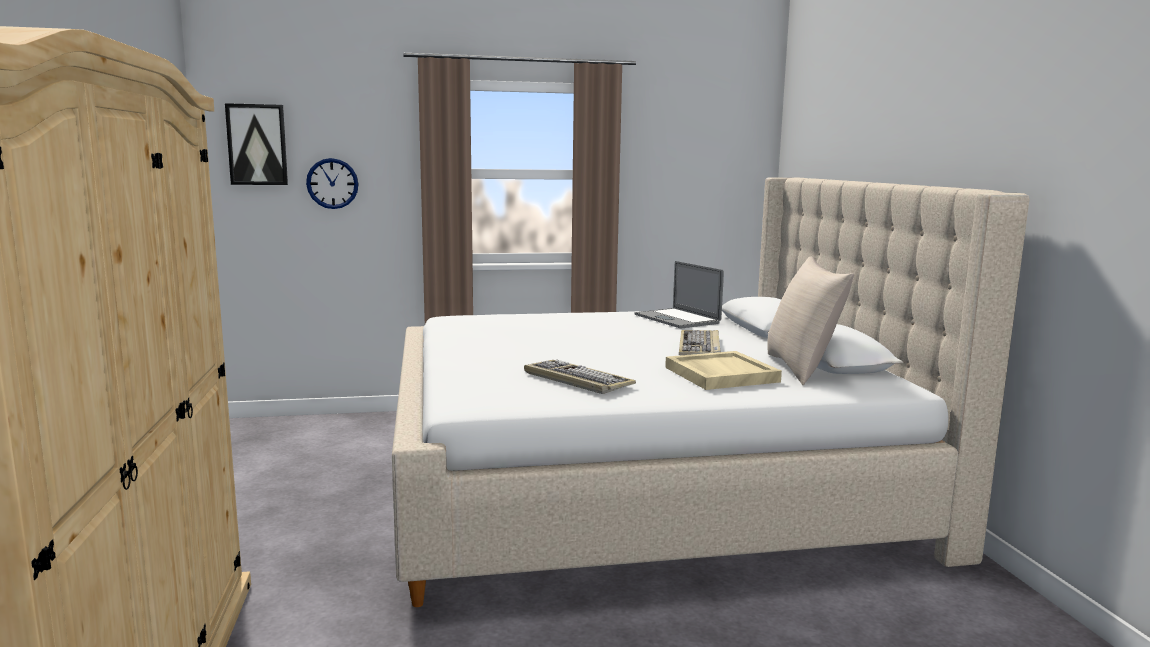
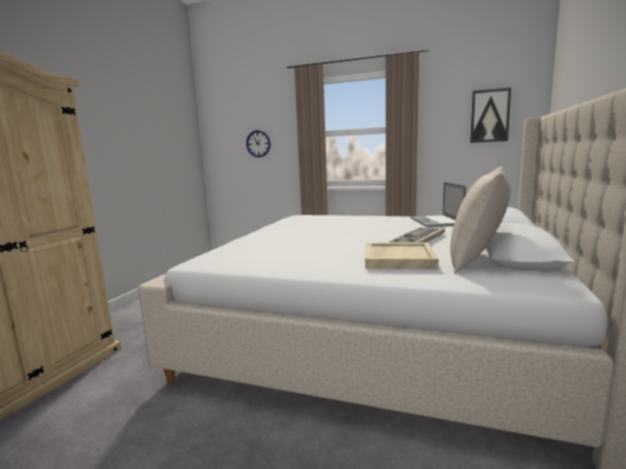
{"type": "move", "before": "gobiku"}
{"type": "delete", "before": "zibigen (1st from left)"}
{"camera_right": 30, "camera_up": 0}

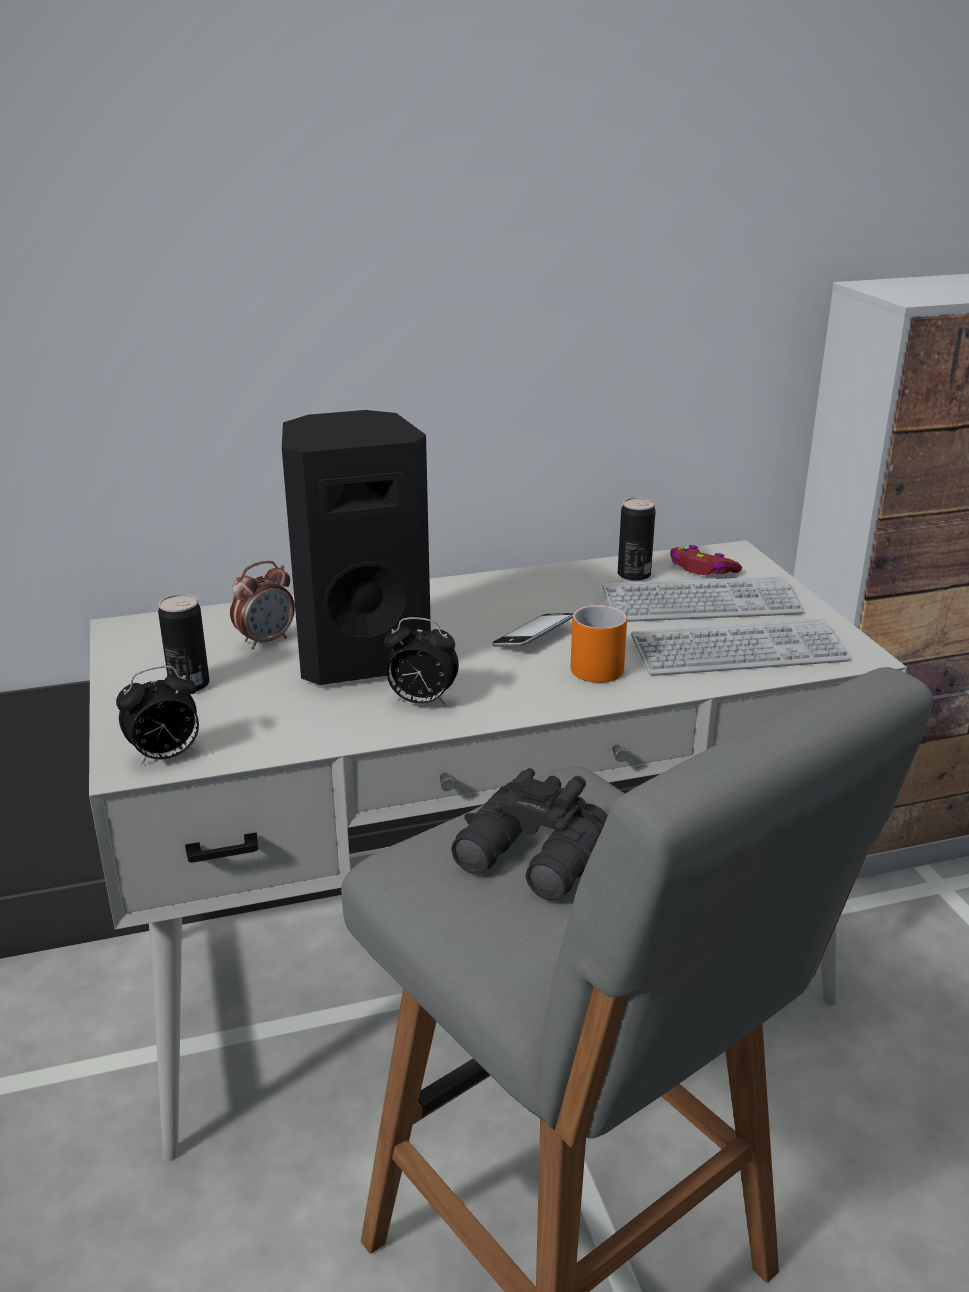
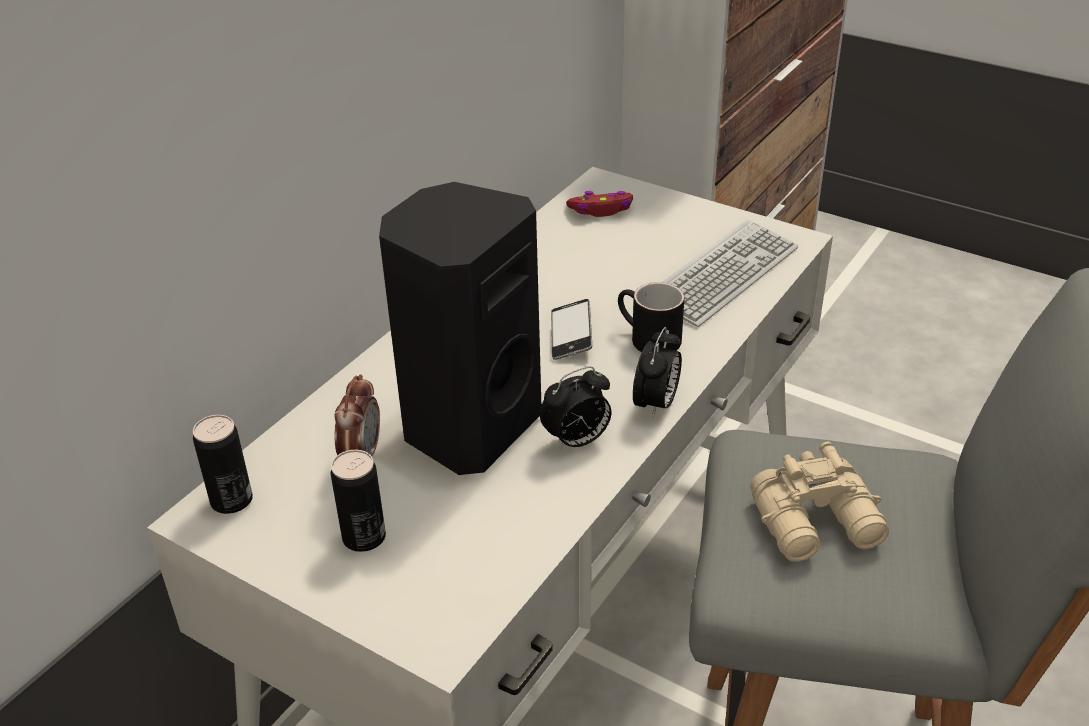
{"type": "move", "before": "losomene (2nd from left in the first image)", "after": "losomene (1st from left)"}
{"type": "recolor", "before": "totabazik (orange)", "after": "totabazik (black)"}
{"type": "move", "before": "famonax (1st from left in the first image)", "after": "famonax (3rd from left)"}
{"type": "recolor", "before": "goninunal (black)", "after": "goninunal (beige)"}
{"type": "delete", "before": "zibigen (1st from left)"}
{"camera_right": -40, "camera_up": 10}

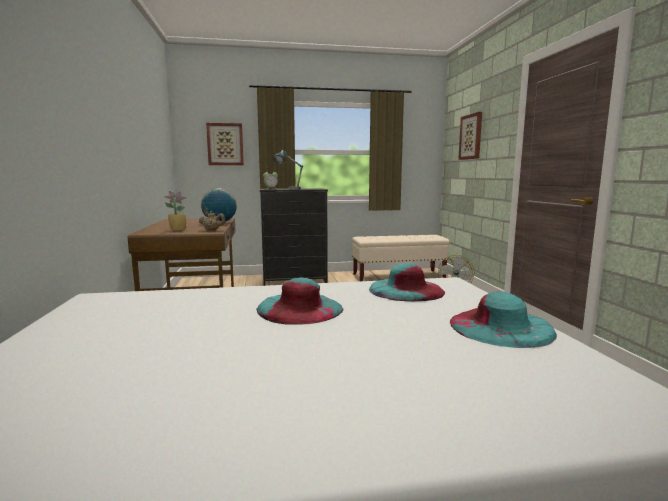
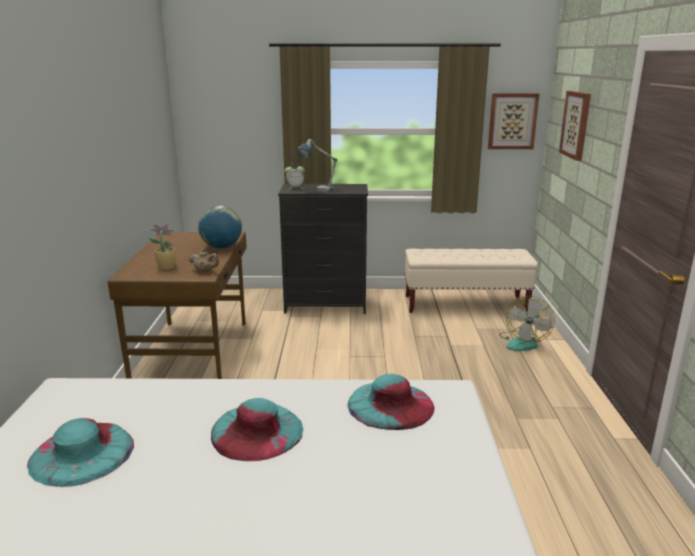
{"type": "move", "before": "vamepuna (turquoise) (3rd from left in the first image)", "after": "vamepuna (turquoise) (1st from left)"}
{"type": "move", "before": "gobiku (1st from left)"}
{"camera_right": 10, "camera_up": 10}

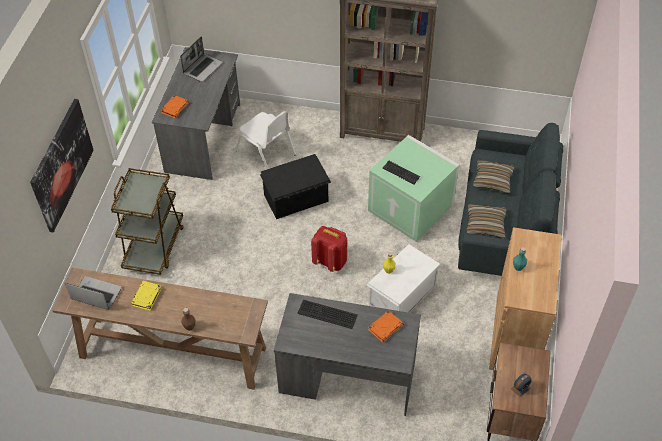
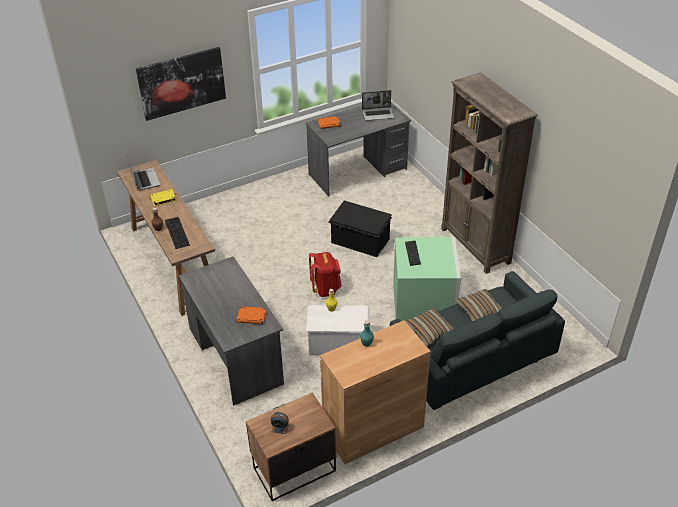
{"type": "move", "before": "zibigen (1st from left)"}
{"type": "delete", "before": "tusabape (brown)"}
{"type": "delete", "before": "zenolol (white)"}
{"camera_right": 50, "camera_up": -10}

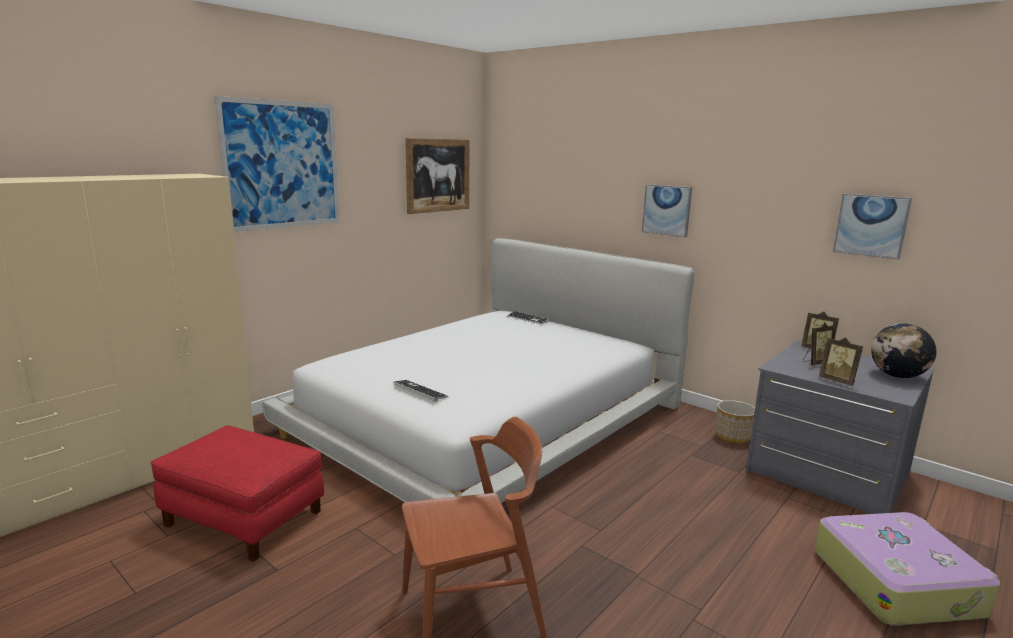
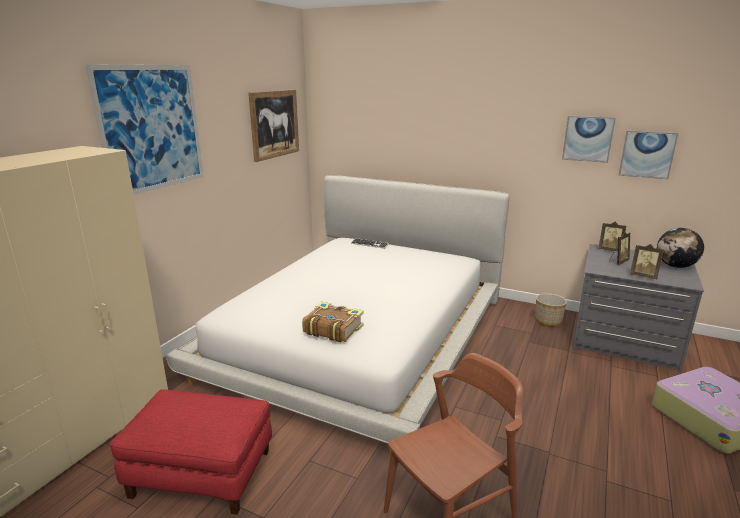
{"type": "replace", "before": "zibigen (1st from left)", "after": "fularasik"}
{"type": "move", "before": "gobiku (3rd from left)"}
{"camera_right": -15, "camera_up": 5}

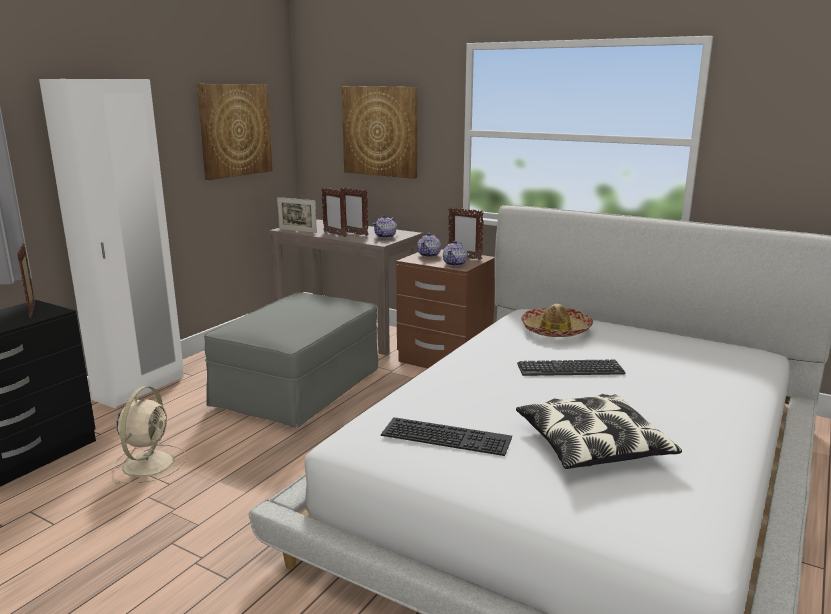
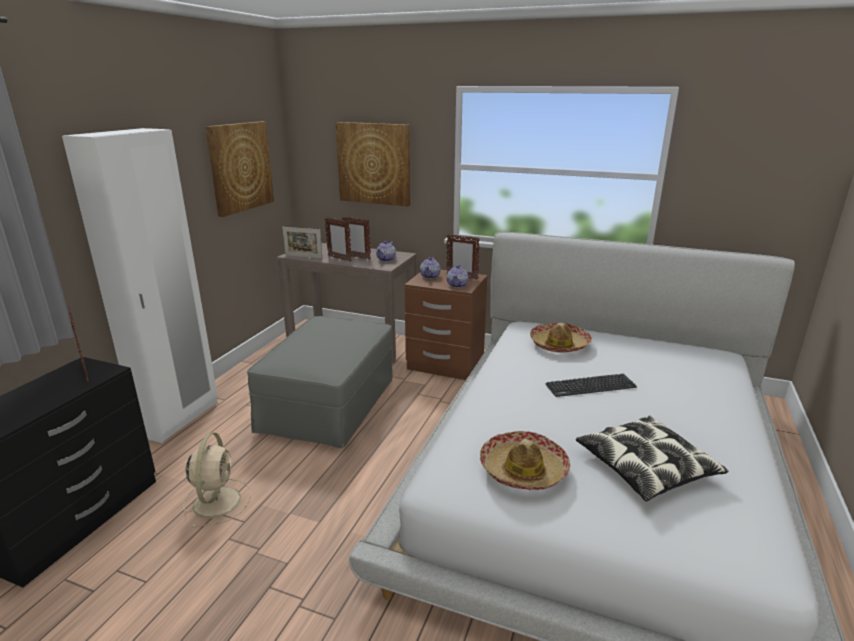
{"type": "replace", "before": "zibigen (1st from left)", "after": "vamepuna (1st from left)"}
{"camera_right": -10, "camera_up": 5}

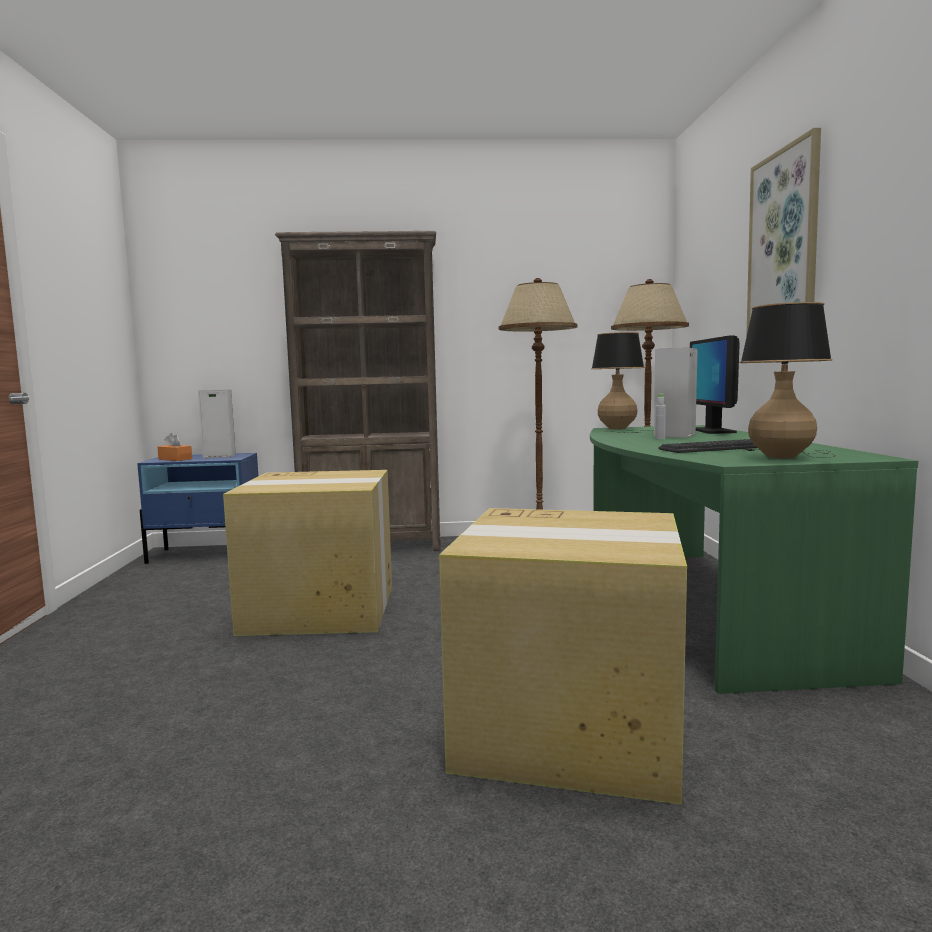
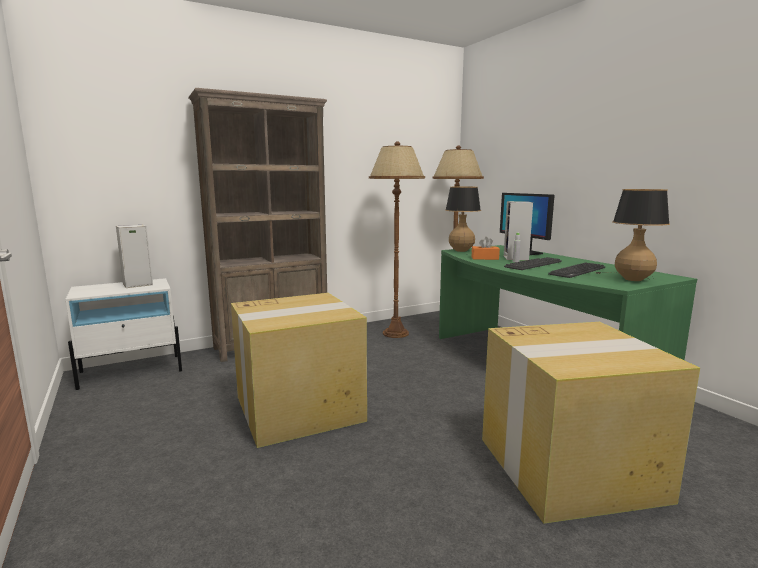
{"type": "recolor", "before": "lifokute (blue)", "after": "lifokute (white)"}
{"type": "move", "before": "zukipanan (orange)"}
{"type": "insert", "after": "zibigen (1st from left)"}
{"type": "delete", "before": "gobiku"}
{"camera_right": -25, "camera_up": 5}

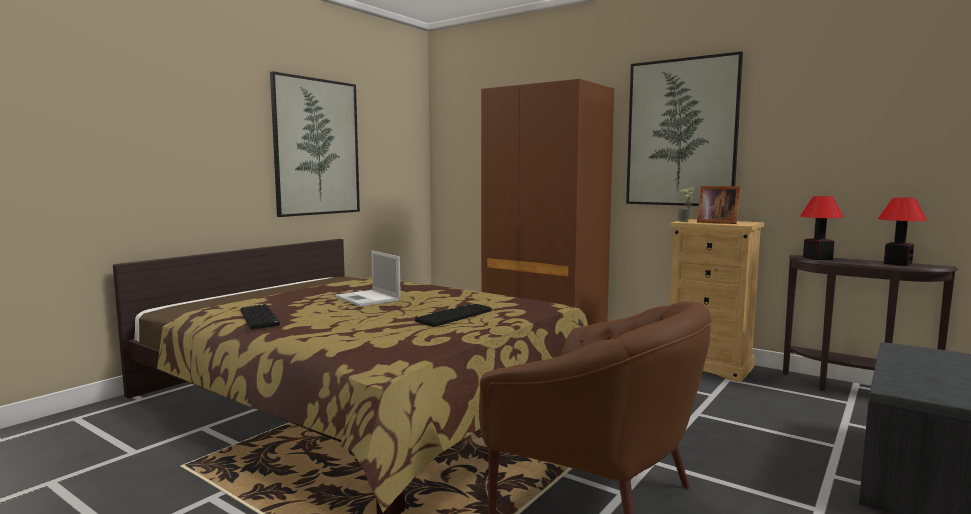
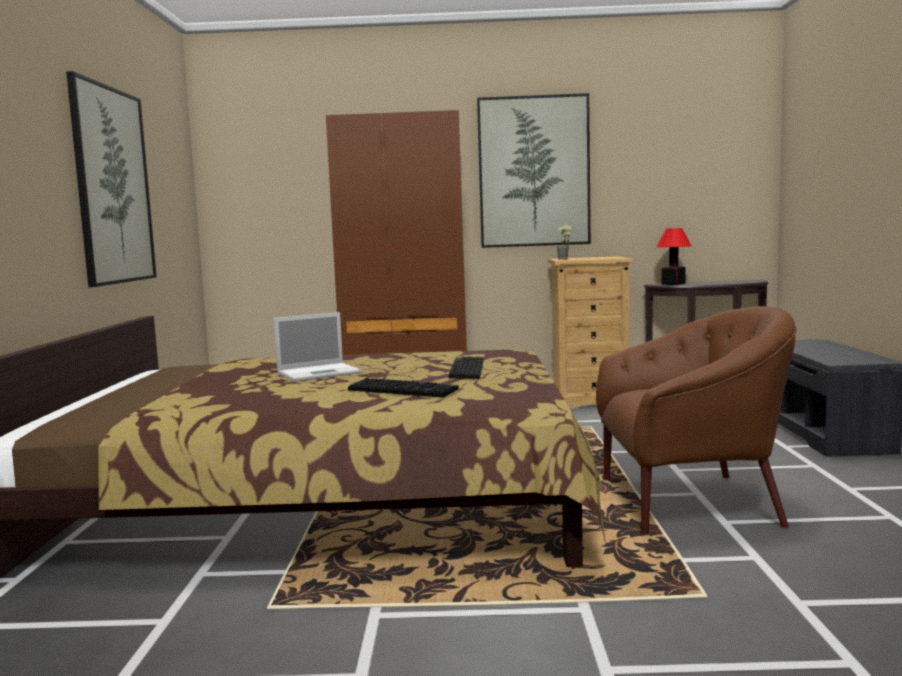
{"type": "rotate", "before": "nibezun", "turn": -45}
{"type": "move", "before": "zibigen (1st from left)"}
{"type": "delete", "before": "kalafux"}
{"type": "delete", "before": "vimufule (2nd from left)"}
{"camera_right": -35, "camera_up": 0}

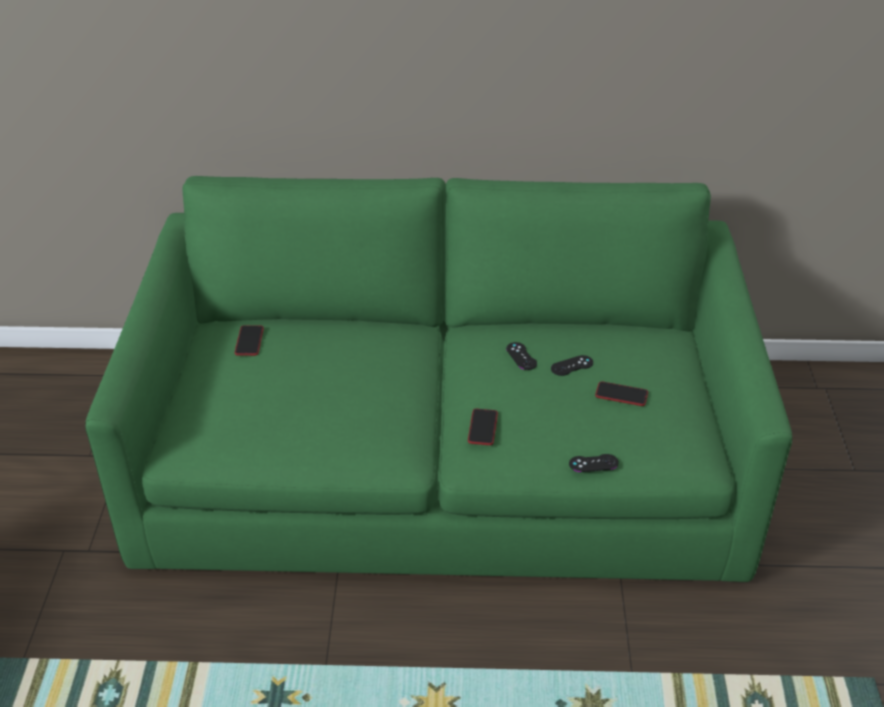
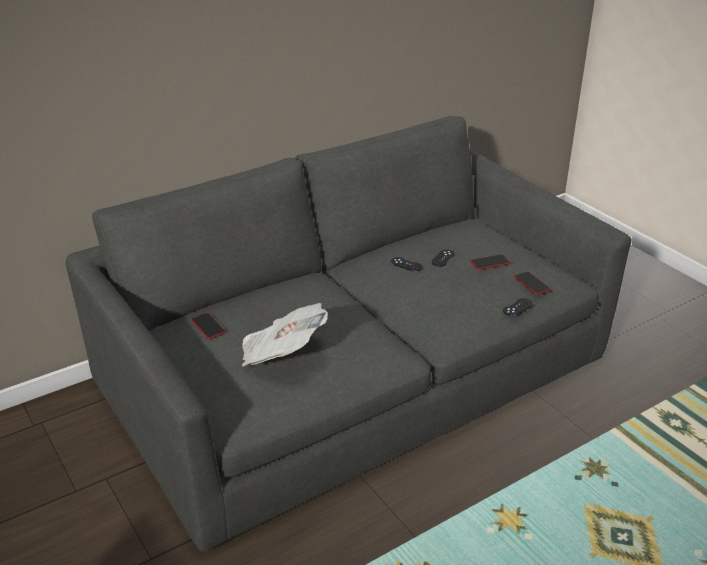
{"type": "recolor", "before": "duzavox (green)", "after": "duzavox (grey)"}
{"type": "insert", "after": "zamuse"}
{"type": "move", "before": "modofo (2nd from left in the first image)", "after": "modofo (3rd from left)"}
{"camera_right": -35, "camera_up": -5}

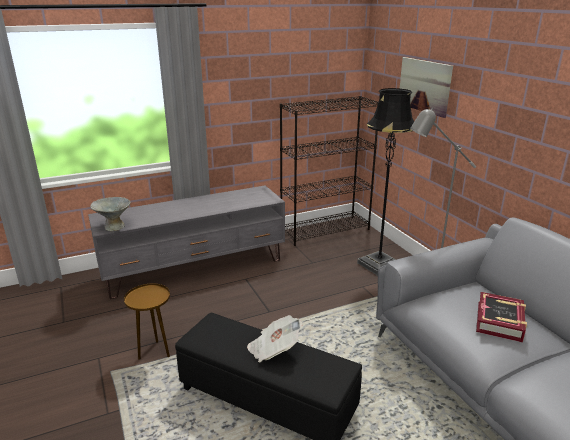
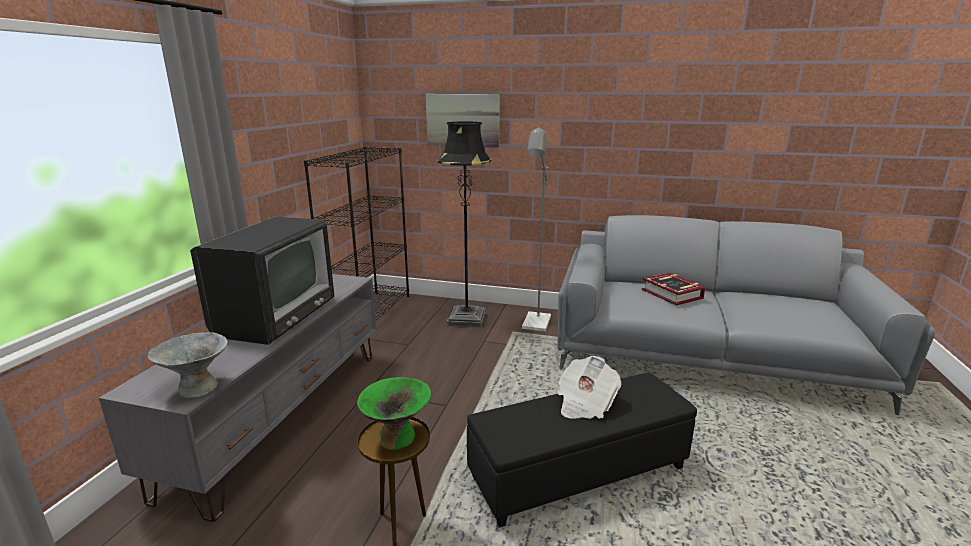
{"type": "insert", "after": "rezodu"}
{"type": "insert", "after": "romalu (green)"}
{"camera_right": -50, "camera_up": -5}

